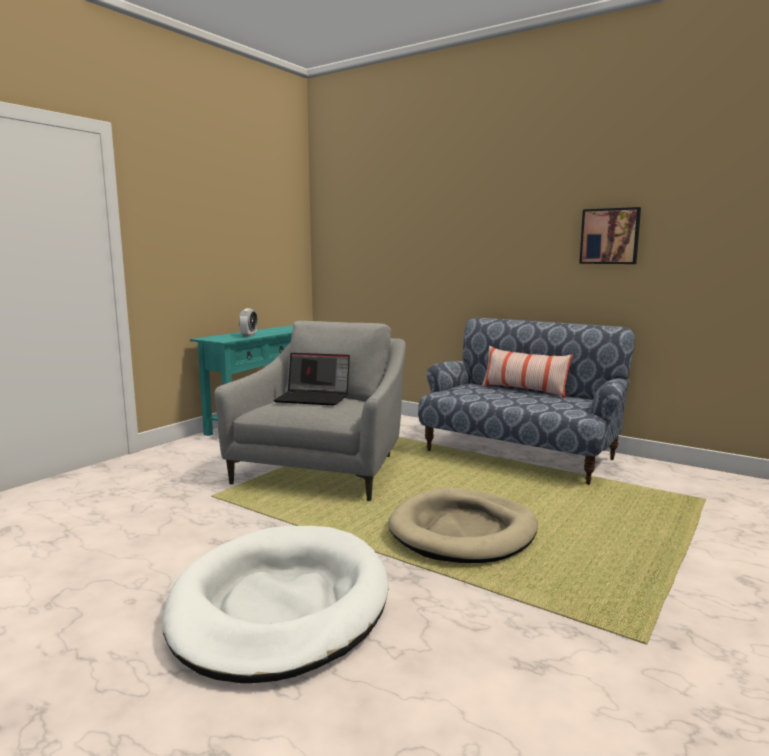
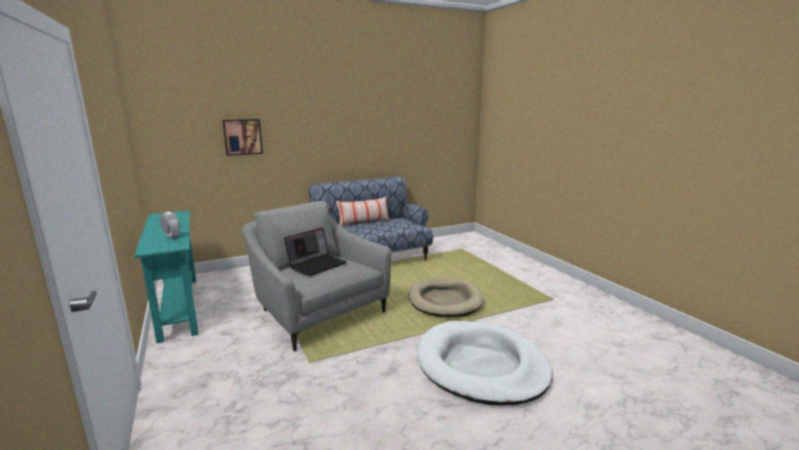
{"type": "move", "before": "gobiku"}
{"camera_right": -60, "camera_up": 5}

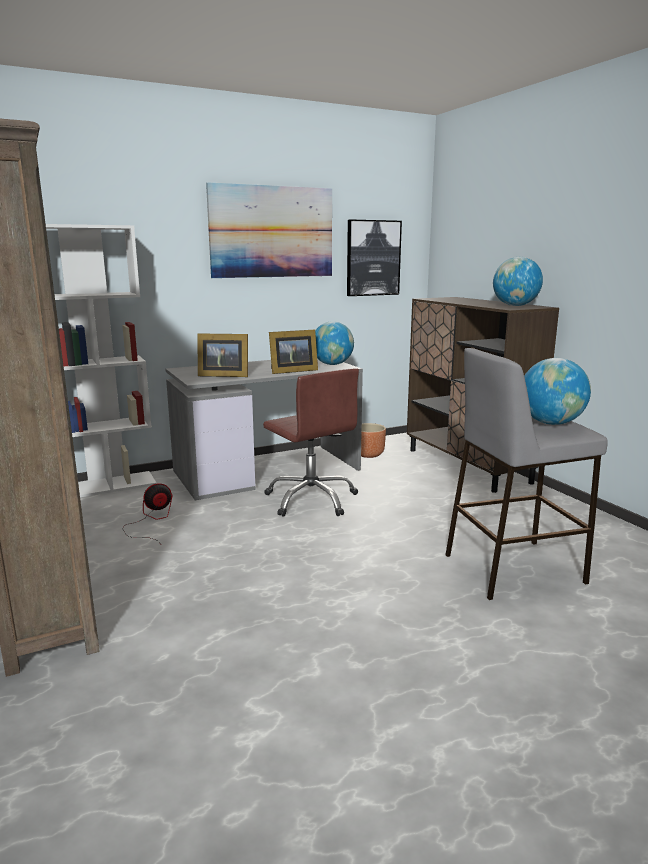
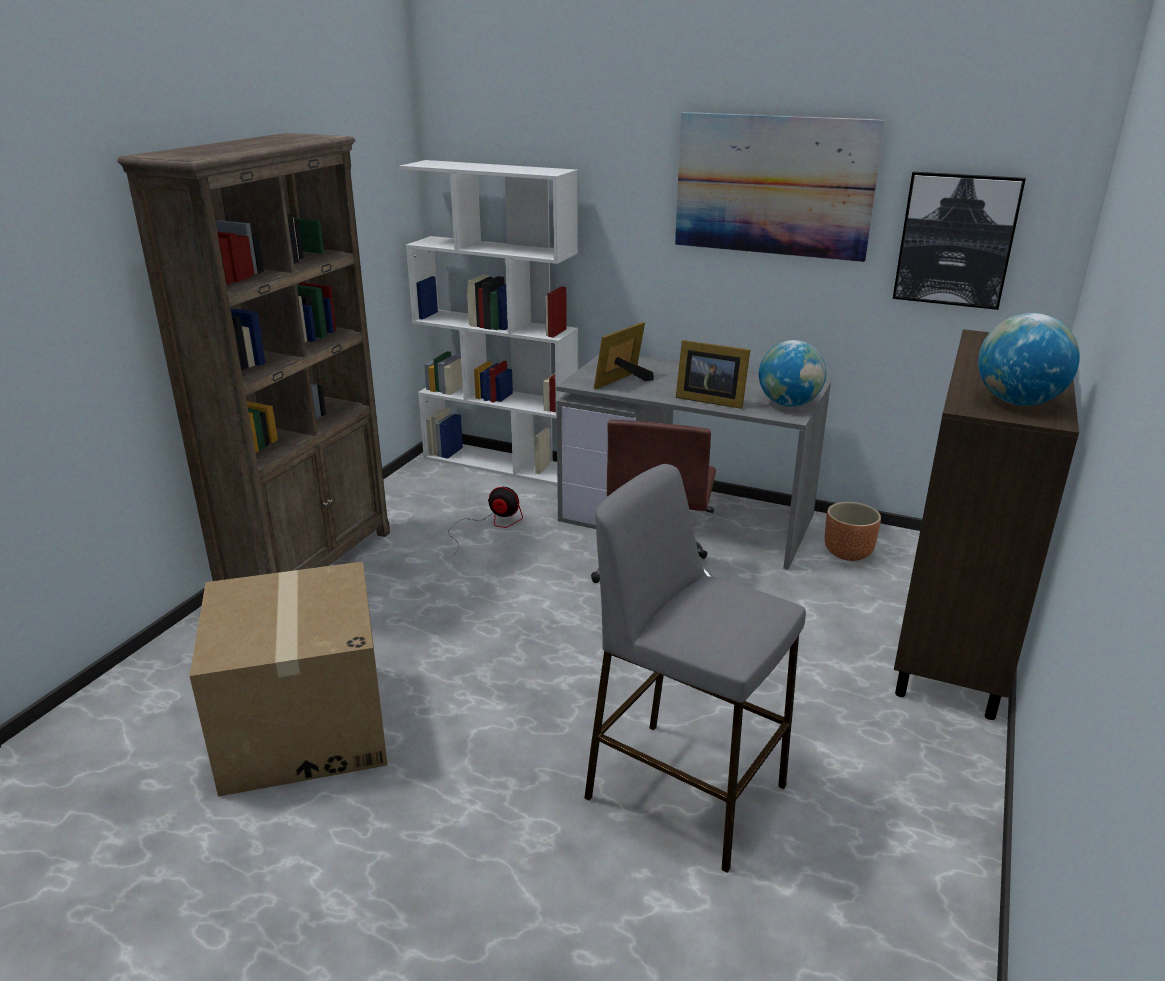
{"type": "insert", "after": "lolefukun"}
{"type": "rotate", "before": "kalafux (1st from left)", "turn": 75}
{"type": "delete", "before": "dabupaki (3rd from left)"}
{"camera_right": 50, "camera_up": 10}

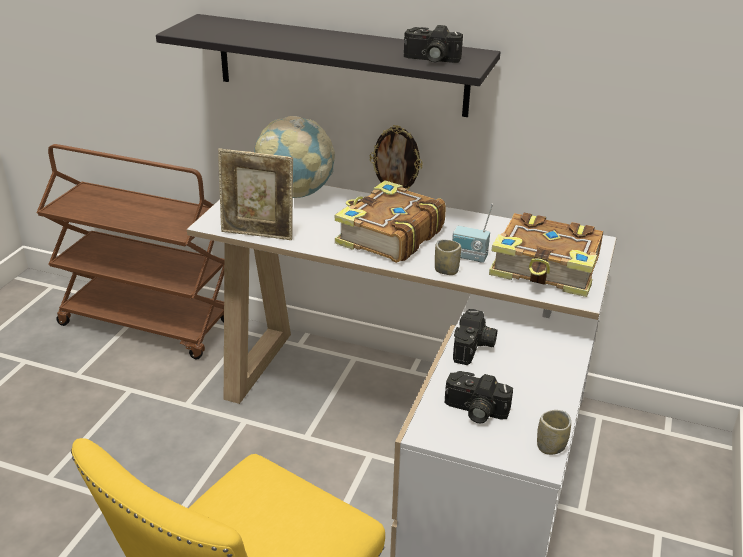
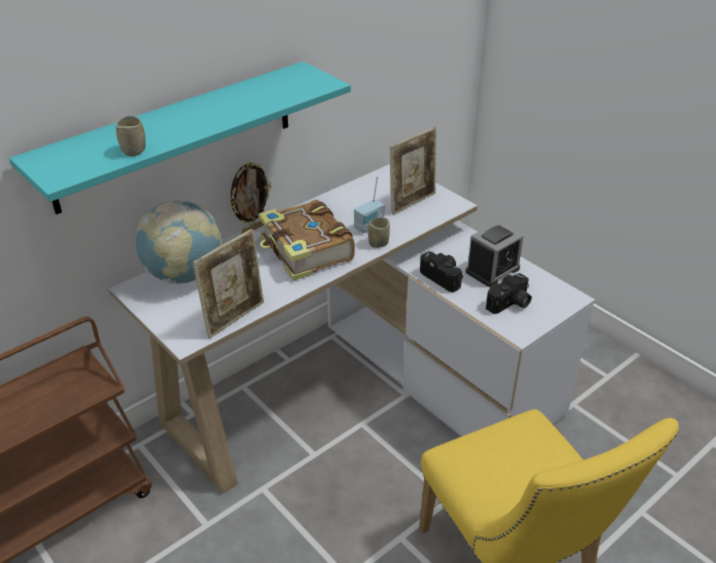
{"type": "recolor", "before": "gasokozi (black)", "after": "gasokozi (turquoise)"}
{"type": "move", "before": "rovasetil (2nd from left in the first image)", "after": "rovasetil (1st from left)"}
{"type": "replace", "before": "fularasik (2nd from left)", "after": "kalafux (3rd from left)"}
{"type": "insert", "after": "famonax"}
{"type": "delete", "before": "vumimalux (1st from left)"}
{"camera_right": -60, "camera_up": 5}

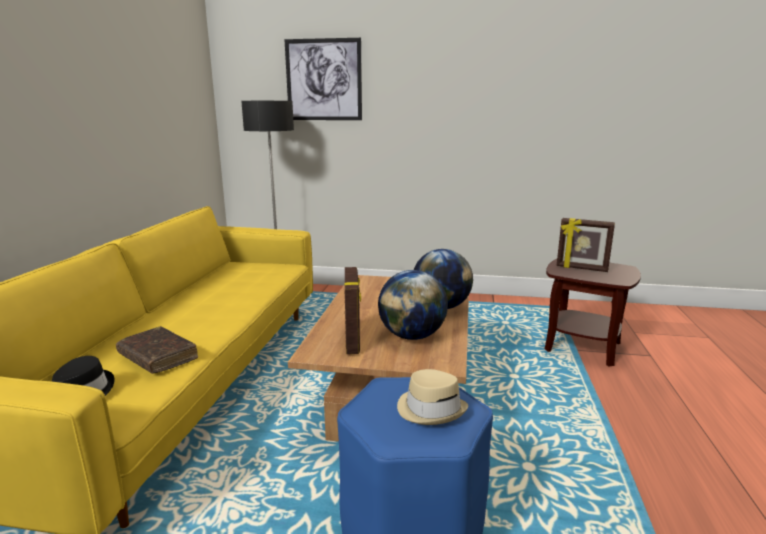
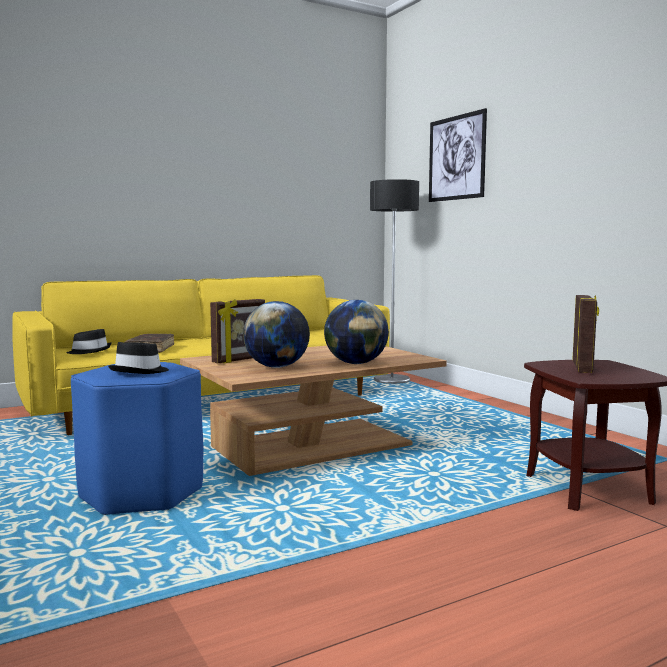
{"type": "recolor", "before": "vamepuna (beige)", "after": "vamepuna (black) (2nd from left)"}
{"type": "rotate", "before": "kalafux (2nd from left)", "turn": -150}
{"camera_right": 50, "camera_up": -10}

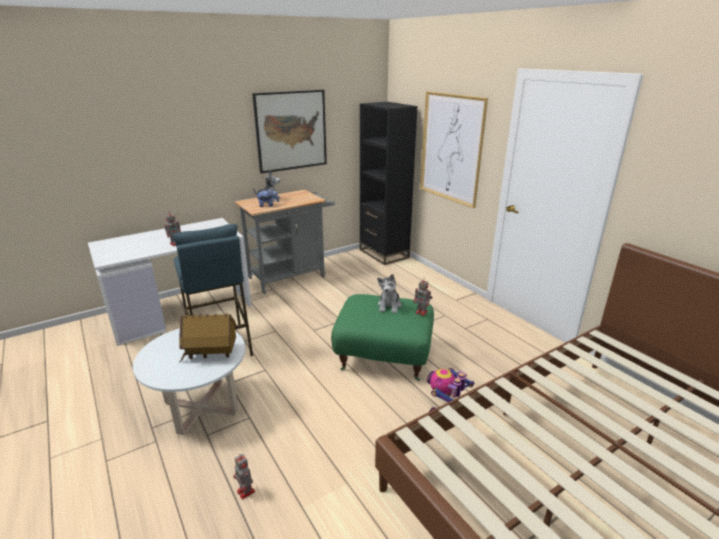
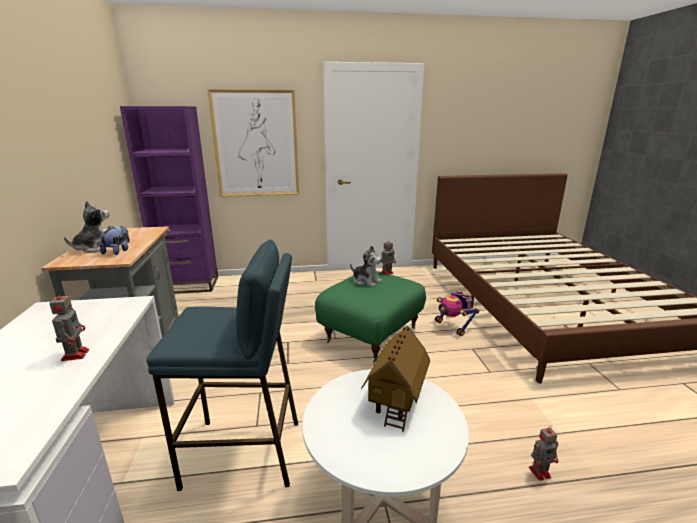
{"type": "recolor", "before": "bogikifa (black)", "after": "bogikifa (purple)"}
{"type": "delete", "before": "gobiku (1st from left)"}
{"camera_right": -65, "camera_up": -5}

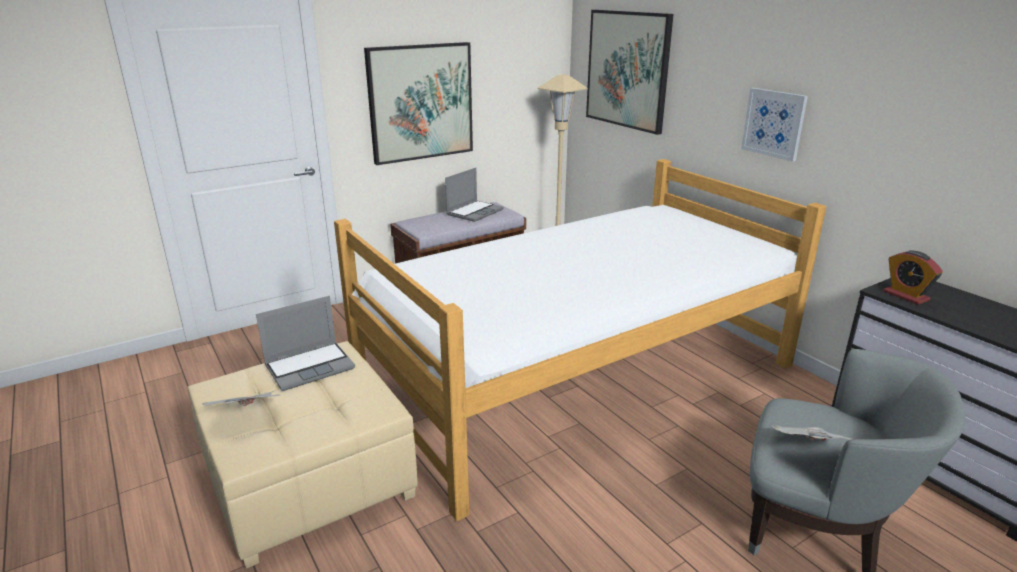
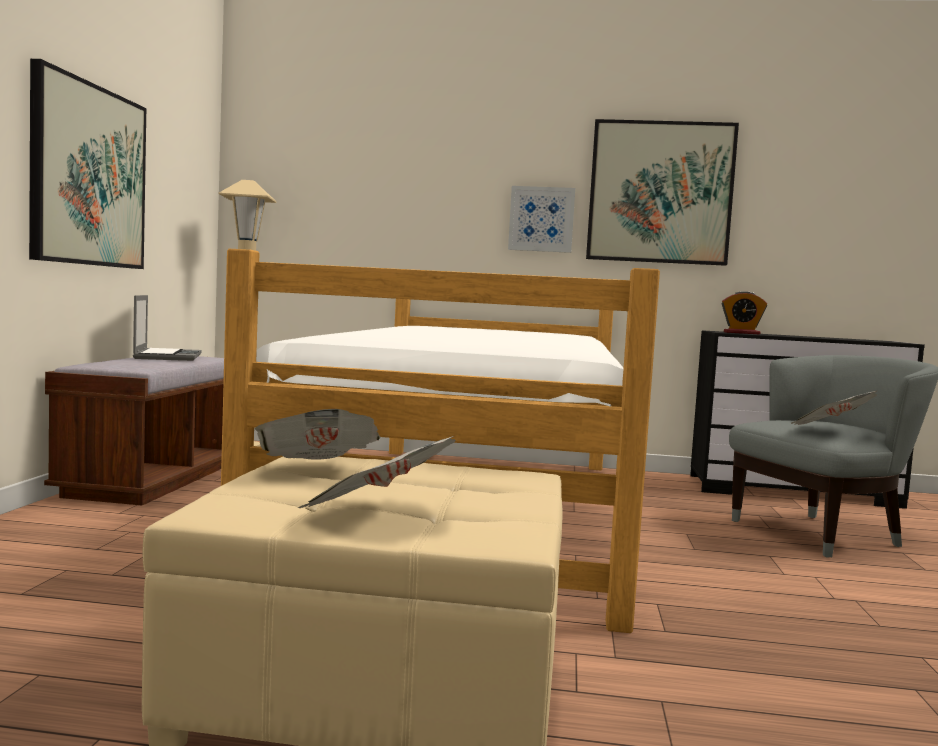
{"type": "replace", "before": "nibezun (1st from left)", "after": "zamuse (1st from left)"}
{"type": "move", "before": "gobiku (2nd from left in the first image)", "after": "gobiku (3rd from left)"}
{"camera_right": -50, "camera_up": -20}

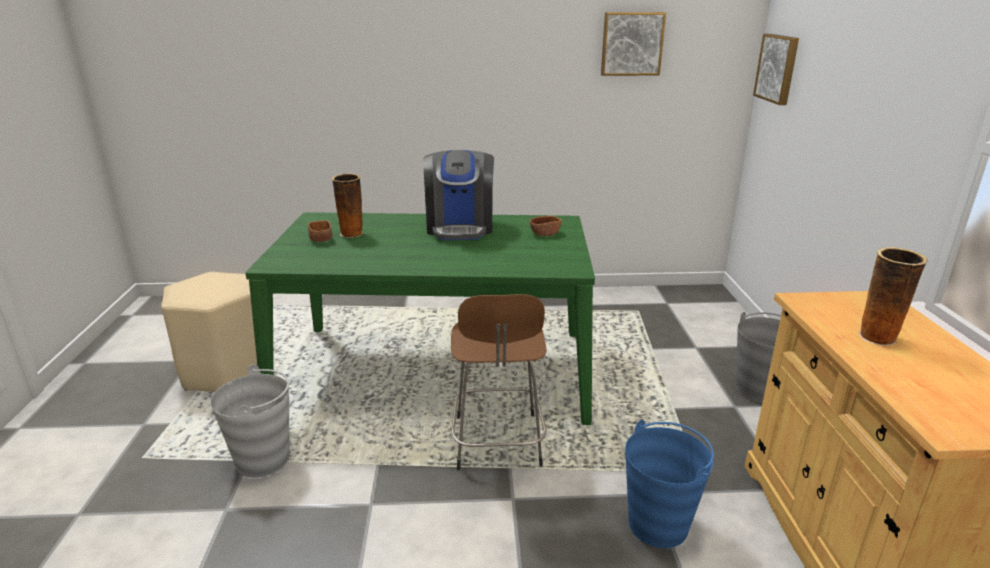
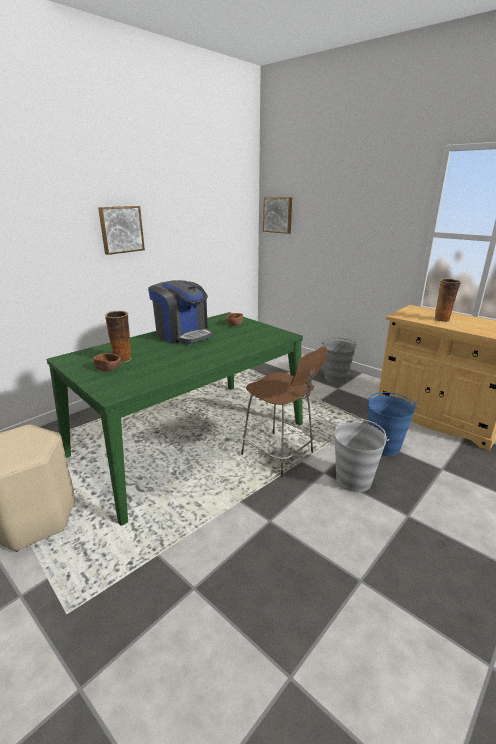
{"type": "move", "before": "gobiku (1st from left)"}
{"type": "move", "before": "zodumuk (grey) (1st from left in the first image)", "after": "zodumuk (grey) (2nd from left)"}
{"camera_right": -45, "camera_up": 0}

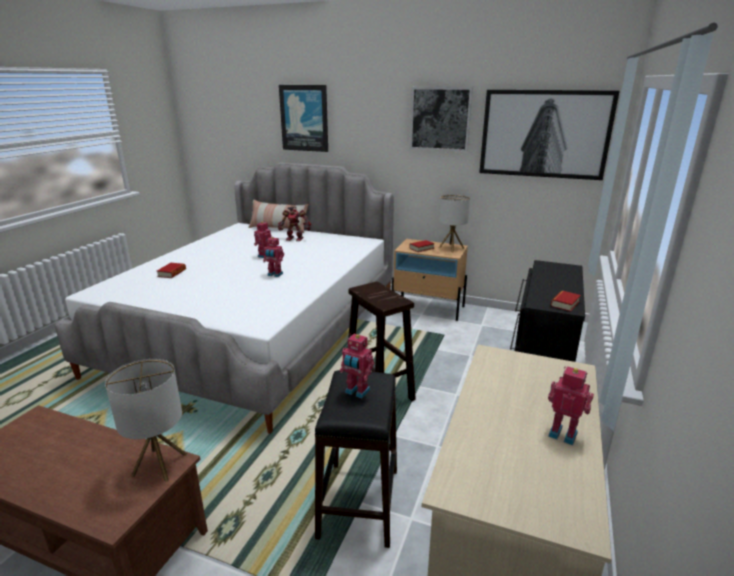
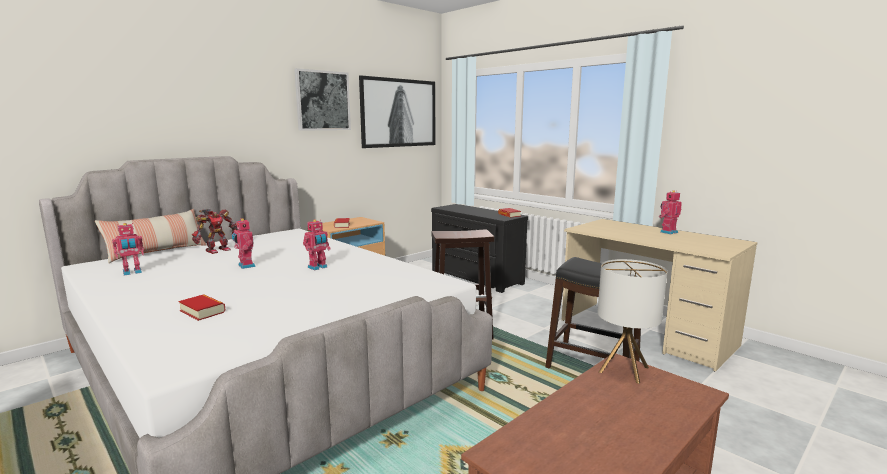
{"type": "move", "before": "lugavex (4th from left in the first image)", "after": "lugavex (1st from left)"}
{"type": "delete", "before": "gobiku (1st from left)"}
{"type": "delete", "before": "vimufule (2nd from left)"}
{"camera_right": -65, "camera_up": -10}

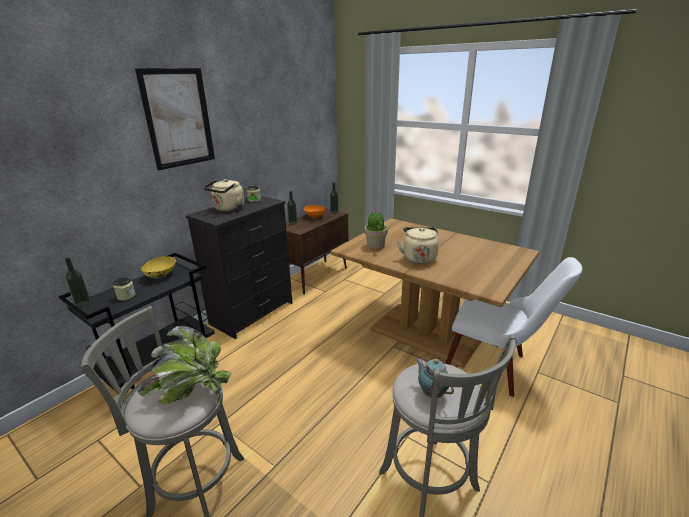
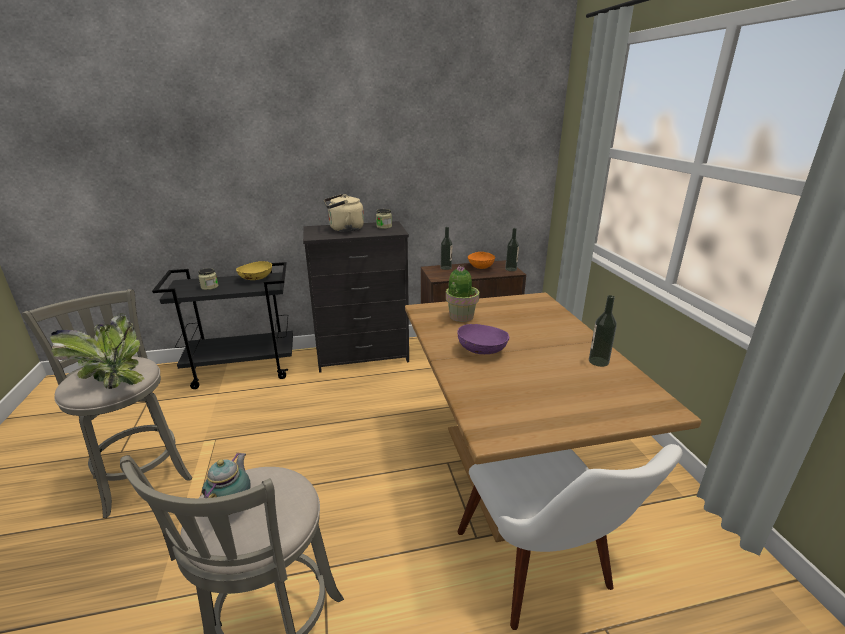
{"type": "replace", "before": "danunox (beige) (2nd from left)", "after": "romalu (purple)"}
{"type": "move", "before": "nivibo (1st from left in the first image)", "after": "nivibo (3rd from left)"}
{"type": "delete", "before": "gobiku"}
{"camera_right": 40, "camera_up": 0}

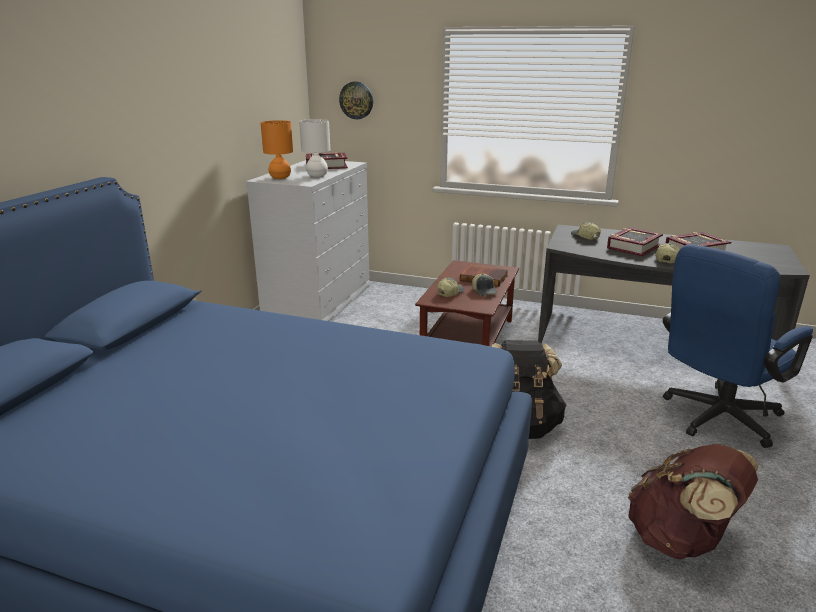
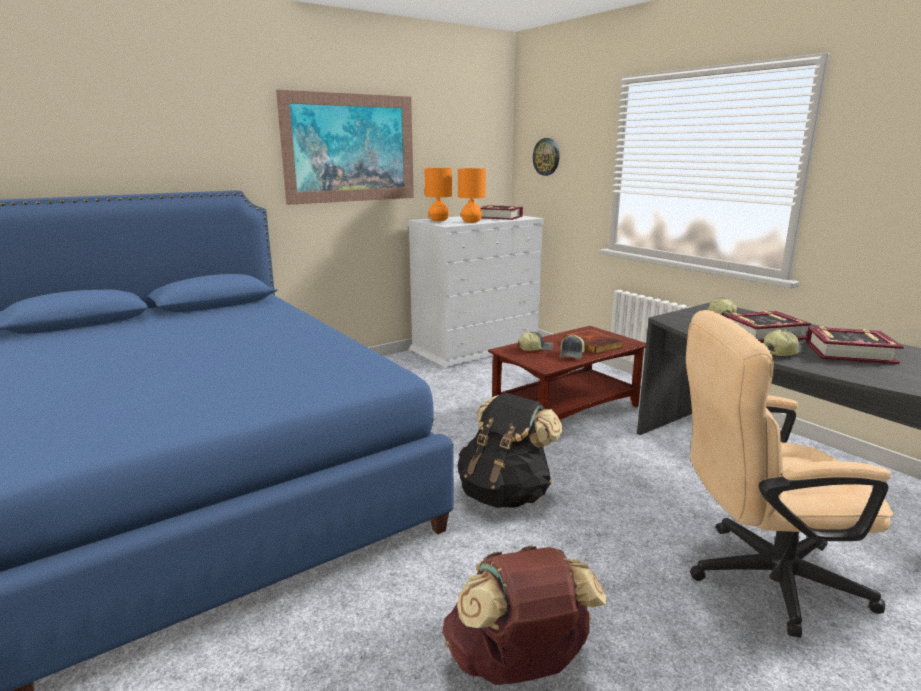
{"type": "insert", "after": "gobiku"}
{"type": "recolor", "before": "vimufule (white)", "after": "vimufule (orange) (2nd from left)"}
{"type": "recolor", "before": "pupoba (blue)", "after": "pupoba (beige)"}
{"camera_right": 35, "camera_up": -5}

